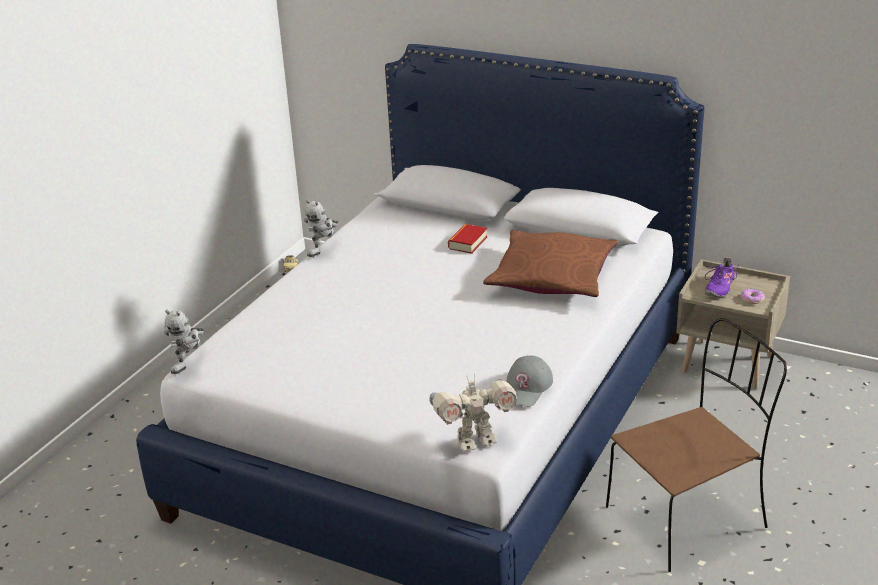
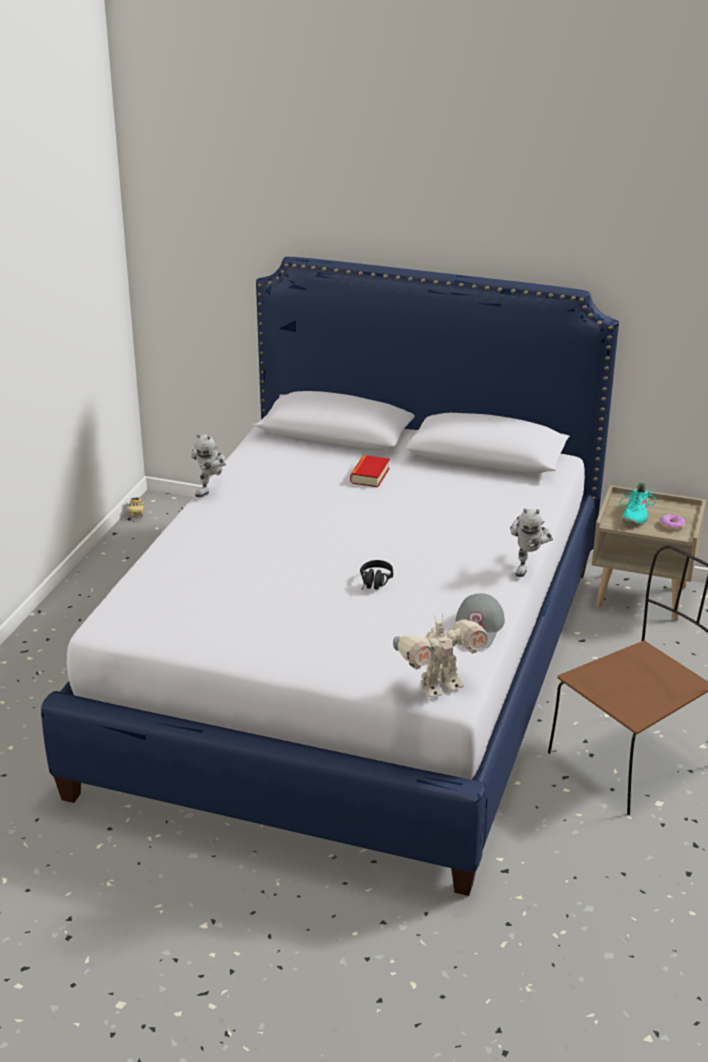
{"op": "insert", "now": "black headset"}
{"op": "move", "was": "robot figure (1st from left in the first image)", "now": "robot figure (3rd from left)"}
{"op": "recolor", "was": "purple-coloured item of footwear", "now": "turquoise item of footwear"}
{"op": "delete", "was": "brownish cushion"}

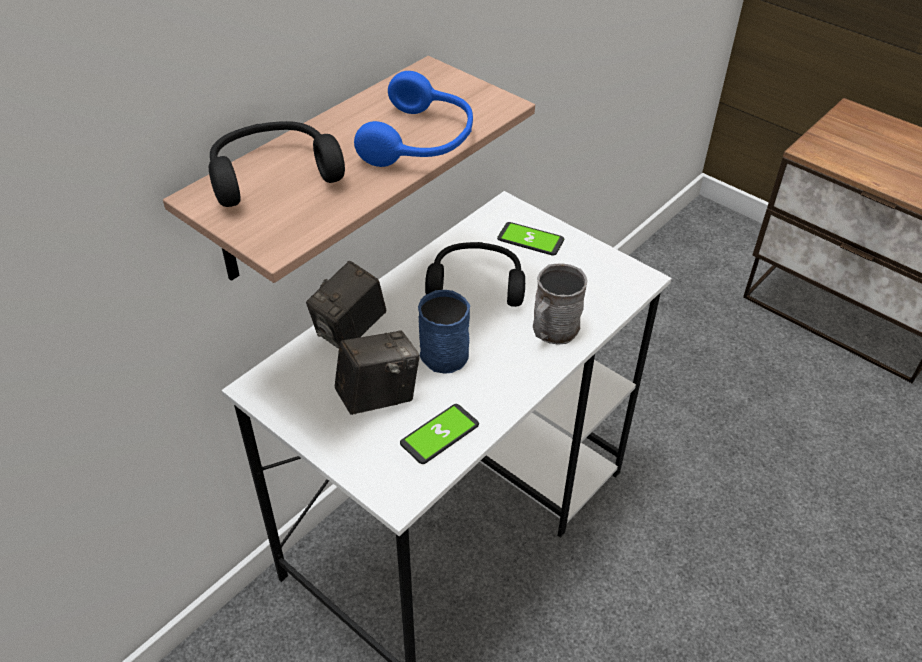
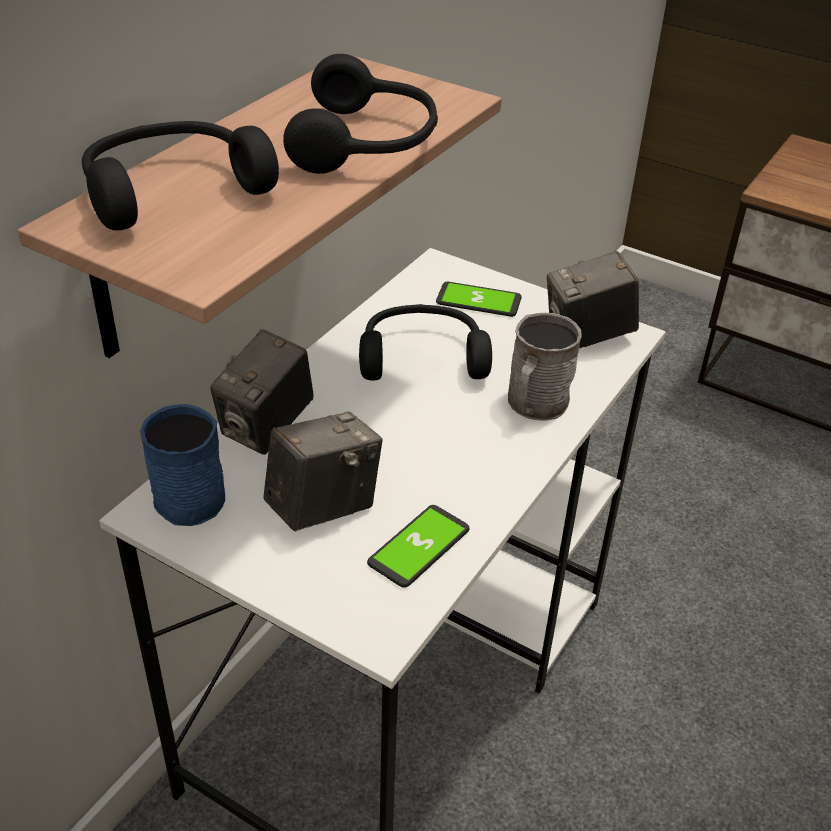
{"op": "move", "was": "blue-coloured coffee mug"}
{"op": "recolor", "was": "blue-coloured headset", "now": "black headset (2nd from left)"}
{"op": "insert", "now": "still camera (3rd from left)"}

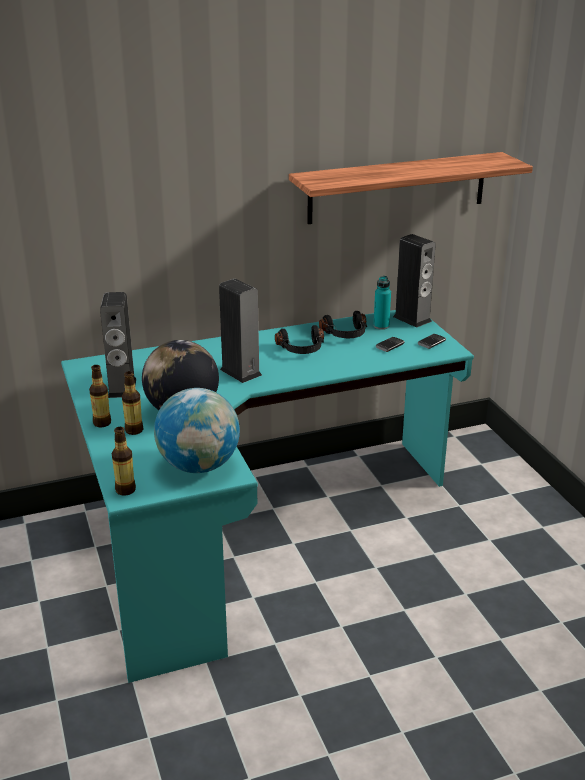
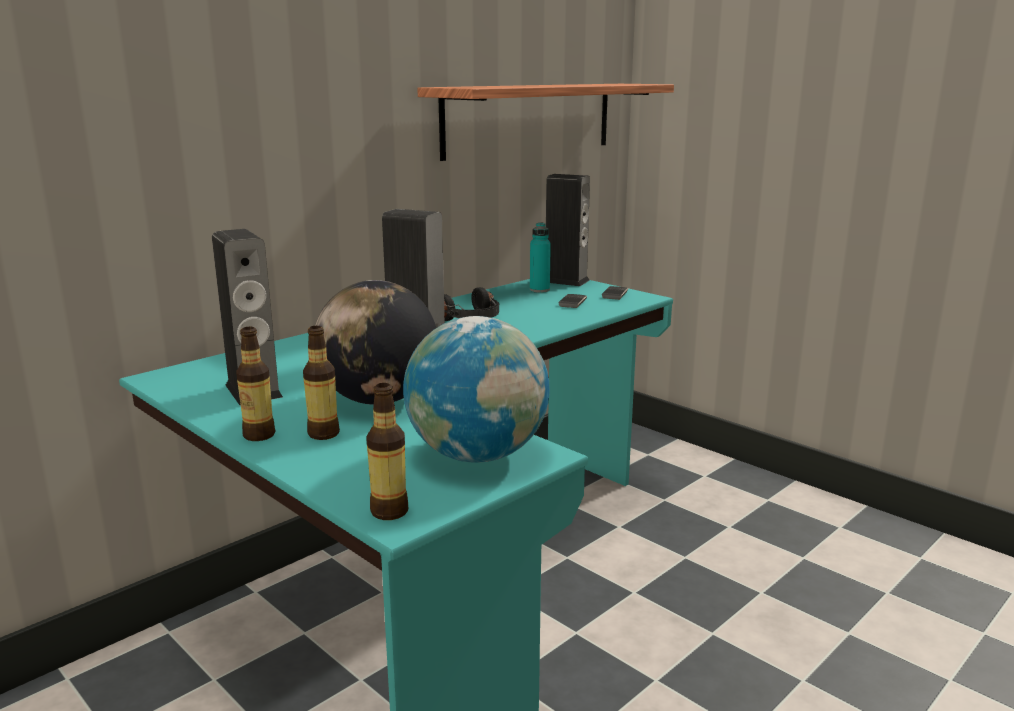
{"op": "delete", "was": "black headset (2nd from left)"}

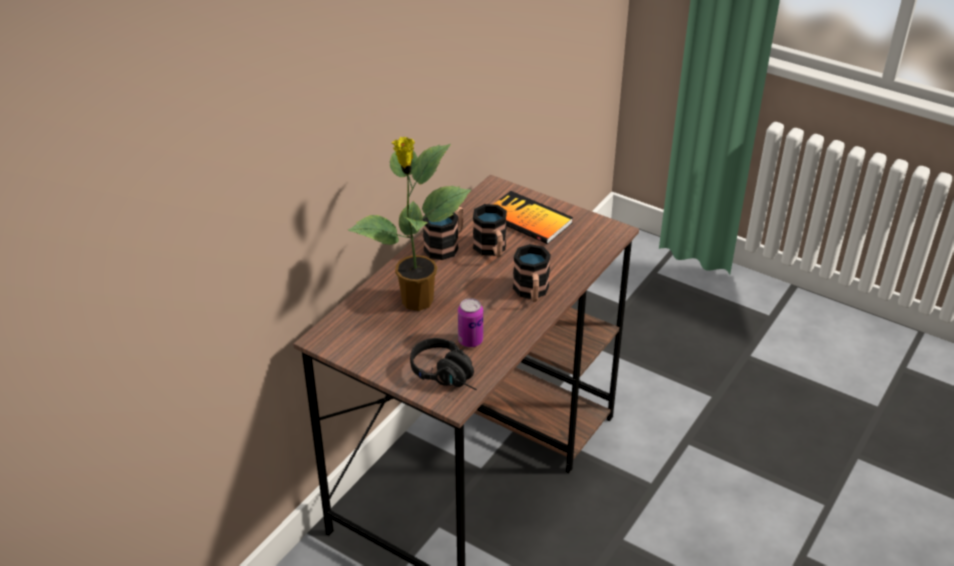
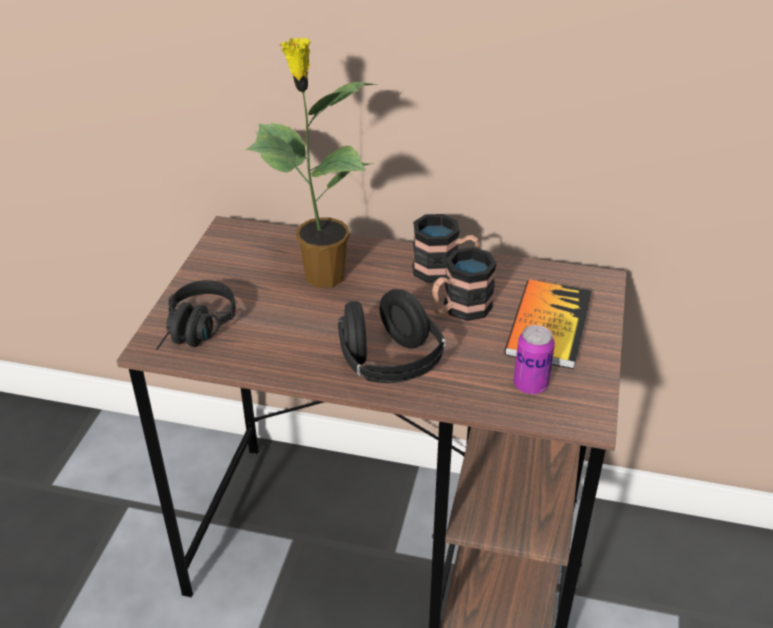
{"op": "replace", "was": "coffee mug (3rd from left)", "now": "black headset (2nd from left)"}
{"op": "move", "was": "can"}

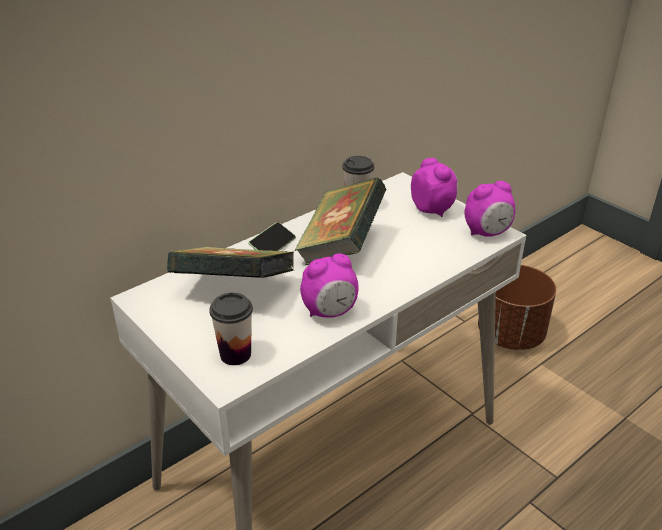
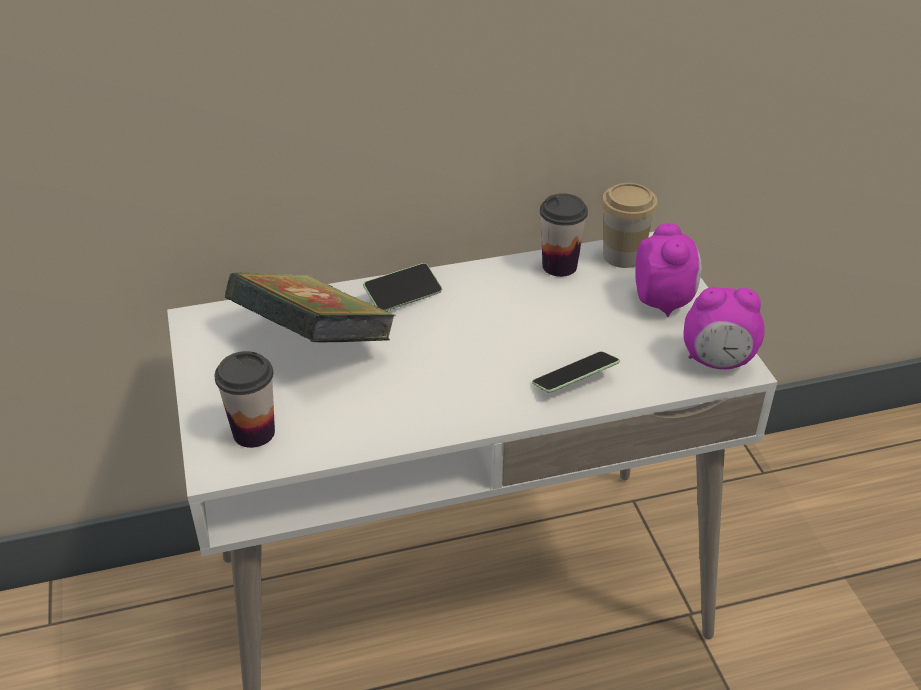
{"op": "insert", "now": "telephone (2nd from left)"}
{"op": "insert", "now": "small cup (3rd from left)"}
{"op": "delete", "was": "bound book (2nd from left)"}
{"op": "delete", "was": "alarm clock (1st from left)"}
{"op": "delete", "was": "brownish flower pot"}

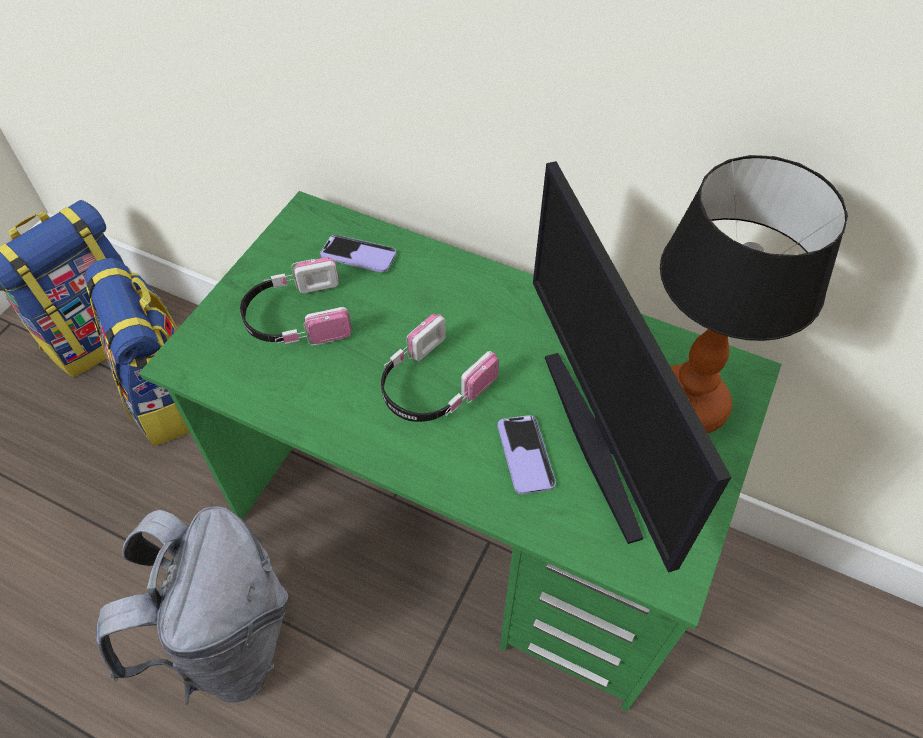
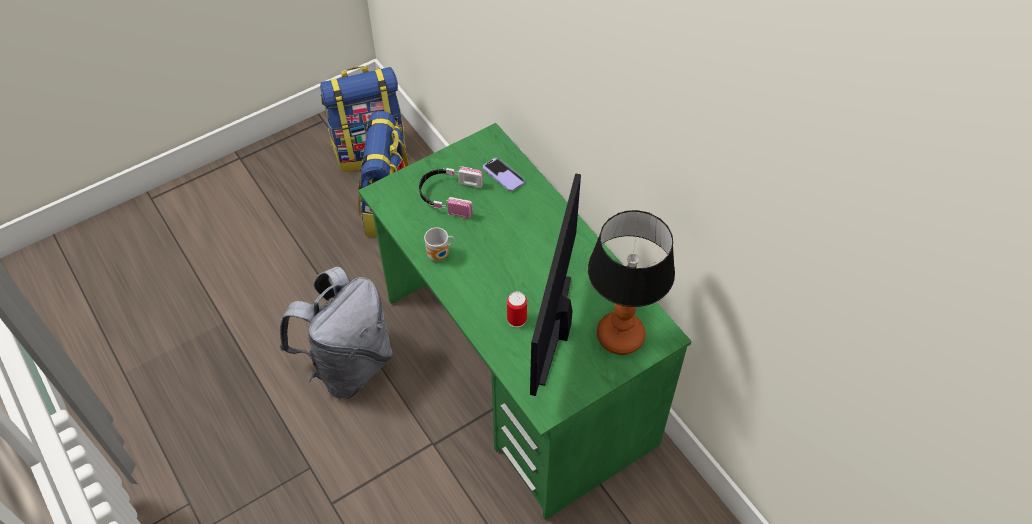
{"op": "insert", "now": "coffee mug"}
{"op": "replace", "was": "telephone (2nd from left)", "now": "can"}
{"op": "delete", "was": "headset (2nd from left)"}

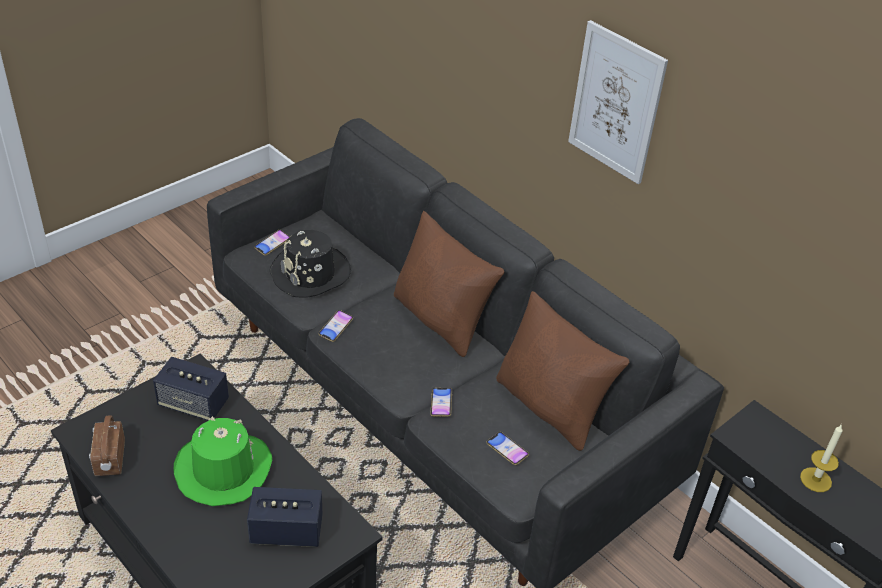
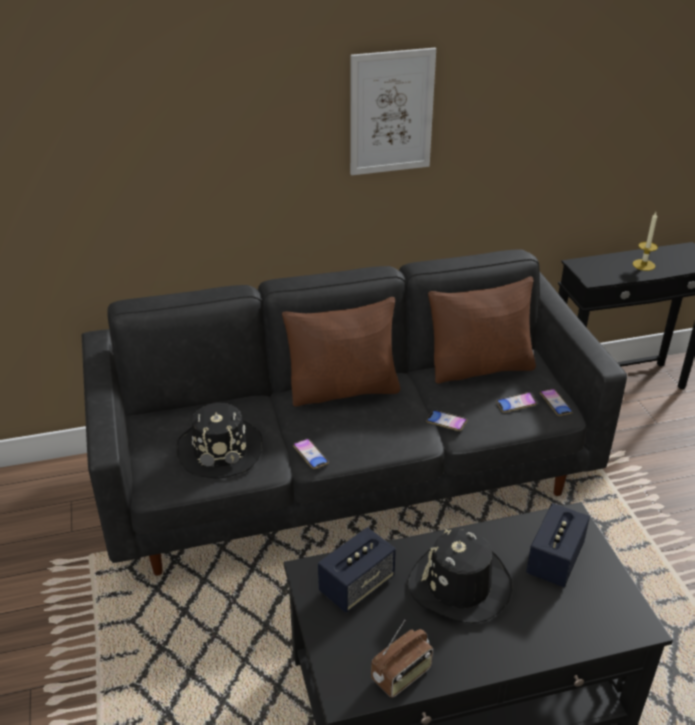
{"op": "rotate", "was": "radio", "clockwise": -60}
{"op": "recolor", "was": "greenish clothing hat", "now": "black clothing hat (2nd from left)"}
{"op": "move", "was": "telephone (1st from left in the first image)", "now": "telephone (4th from left)"}

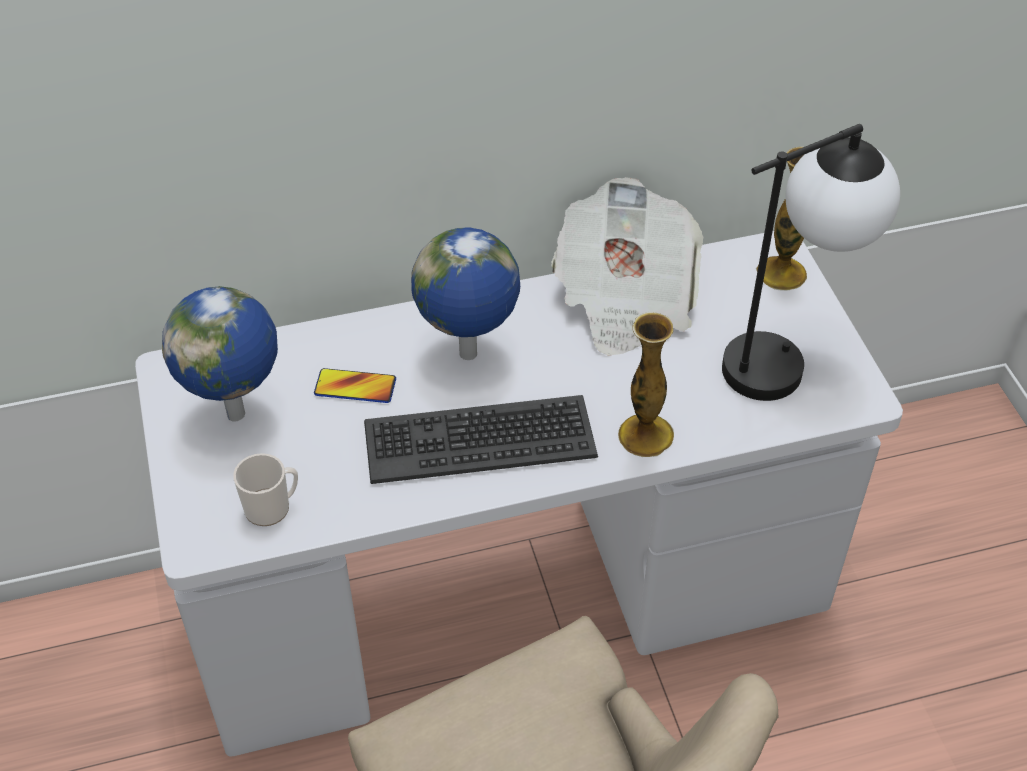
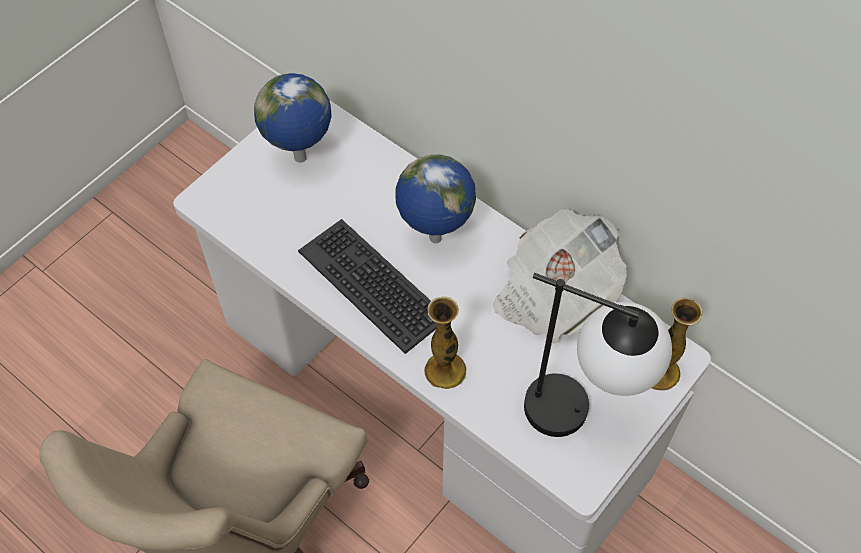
{"op": "delete", "was": "coffee mug"}
{"op": "delete", "was": "telephone"}

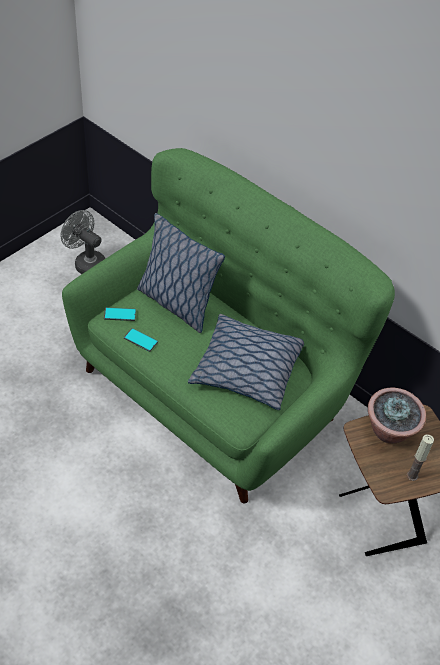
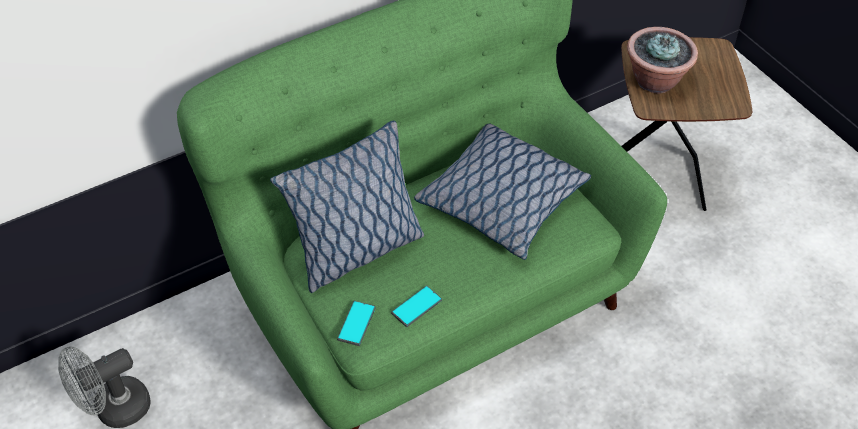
{"op": "delete", "was": "wax candle"}

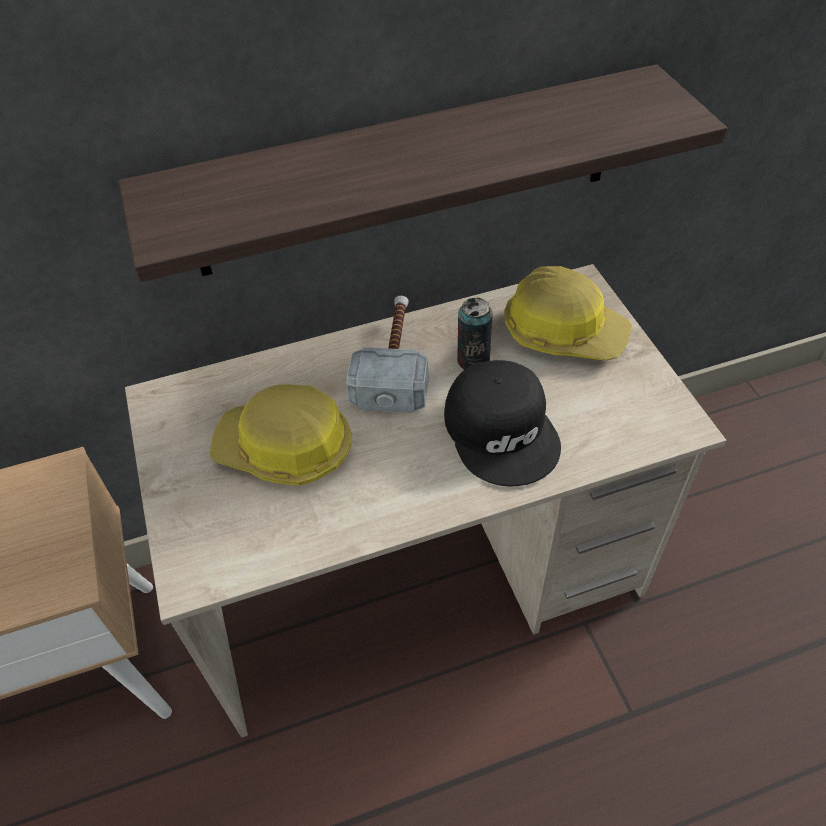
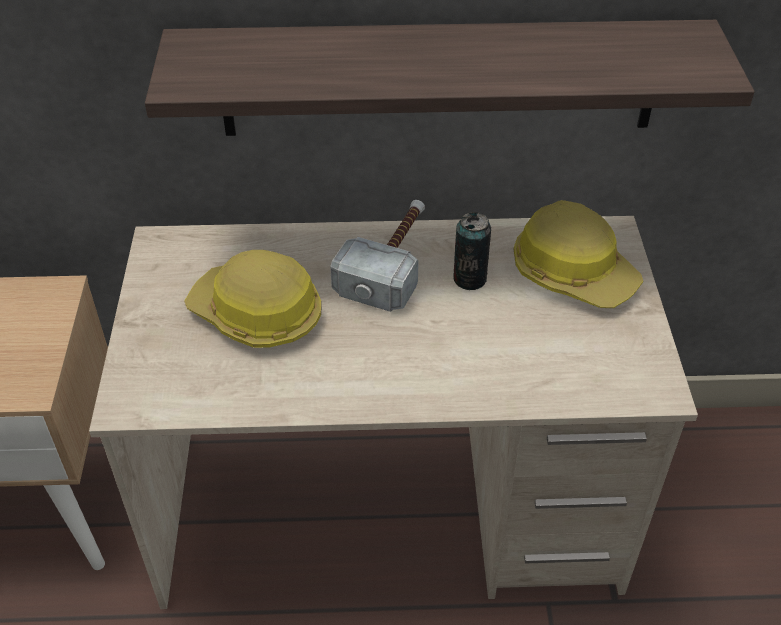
{"op": "delete", "was": "black cap"}

